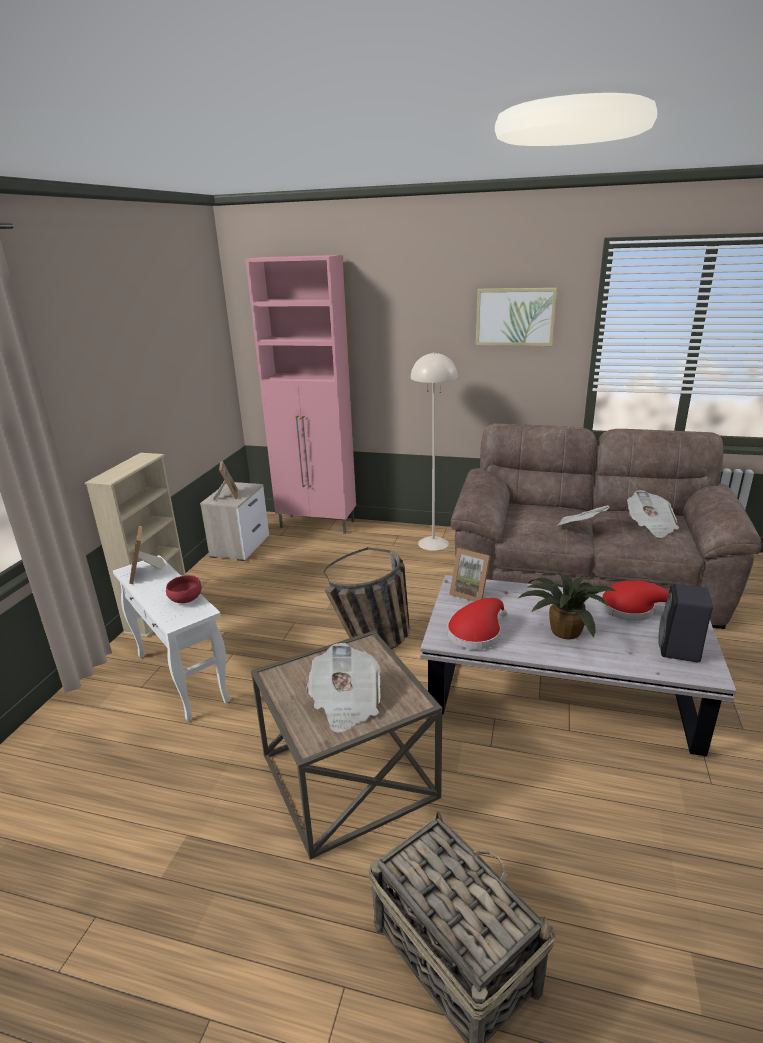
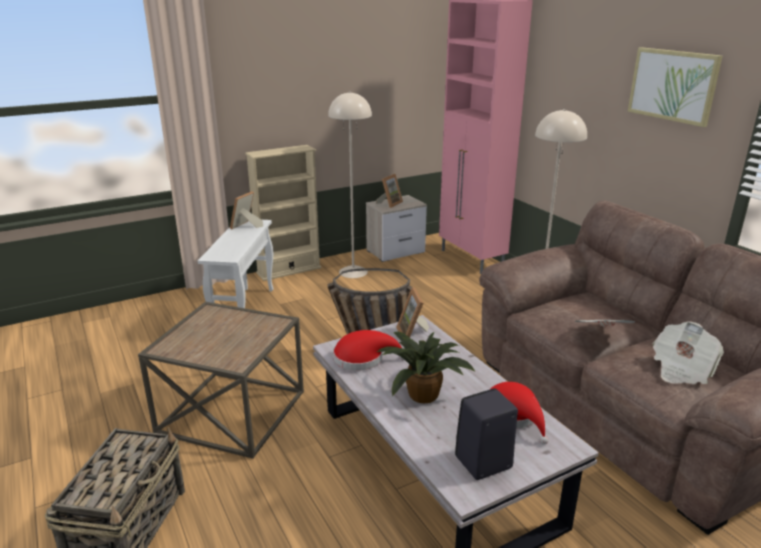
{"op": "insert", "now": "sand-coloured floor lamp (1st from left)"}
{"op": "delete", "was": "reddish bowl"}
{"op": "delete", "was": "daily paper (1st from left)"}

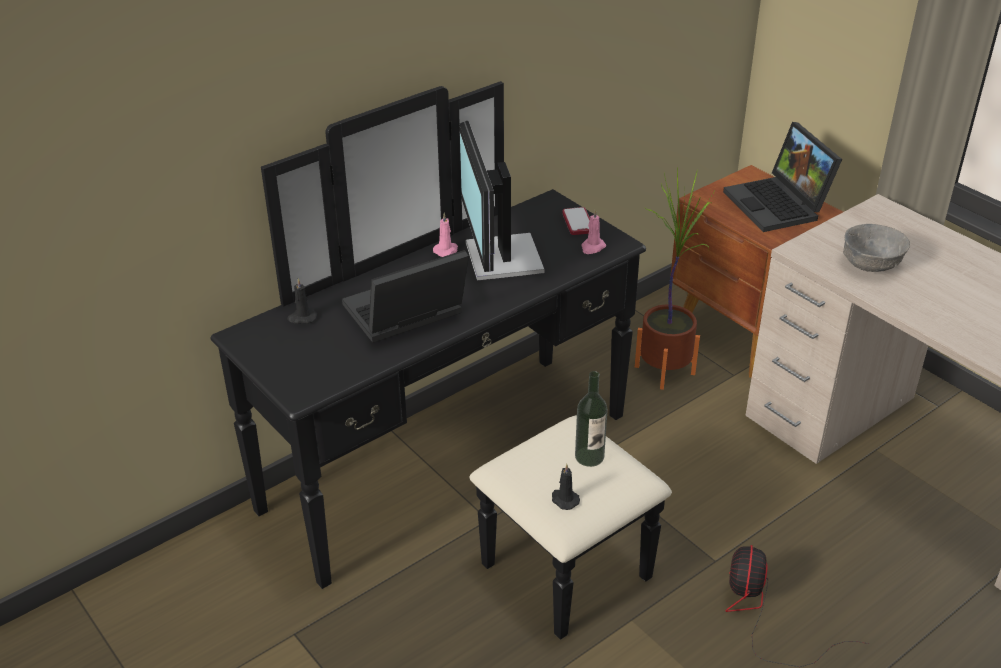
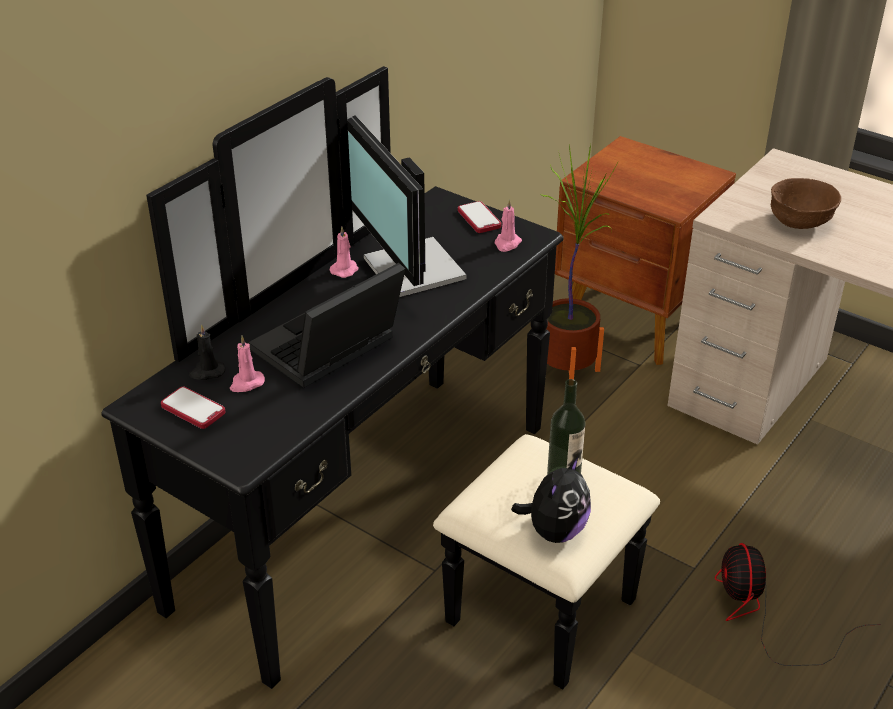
{"op": "insert", "now": "telephone (1st from left)"}
{"op": "insert", "now": "pink-coloured wax candle (1st from left)"}
{"op": "replace", "was": "black wax candle (2nd from left)", "now": "cuddly toy"}
{"op": "recolor", "was": "grey bowl", "now": "brownish bowl"}
{"op": "delete", "was": "notebook computer (2nd from left)"}

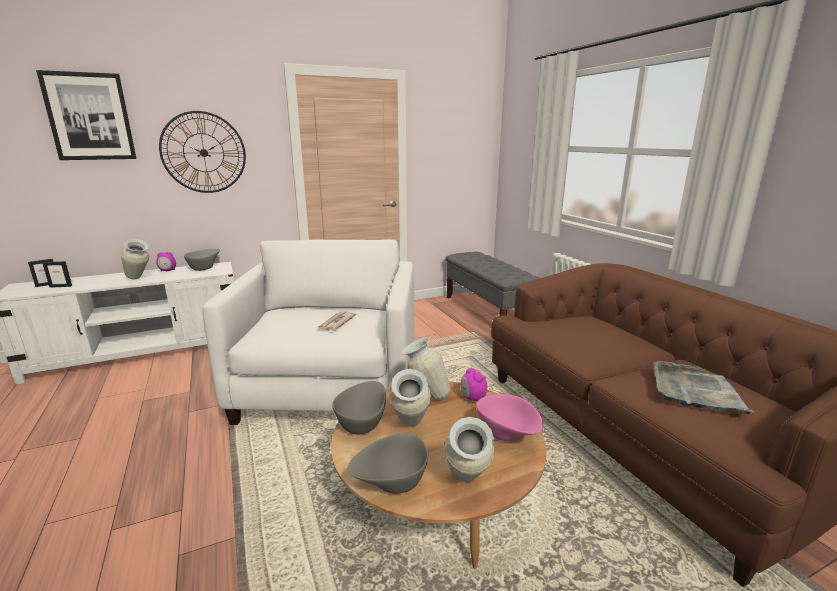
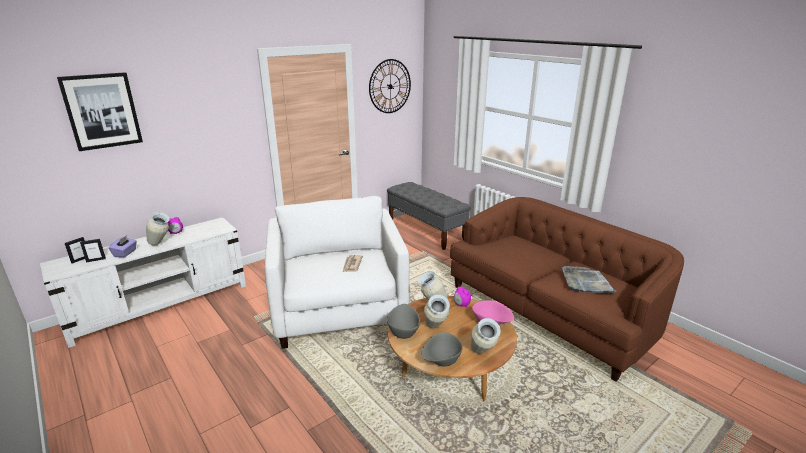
{"op": "insert", "now": "purple-coloured box of tissues"}
{"op": "move", "was": "clock on the wall"}
{"op": "delete", "was": "grey bowl (1st from left)"}

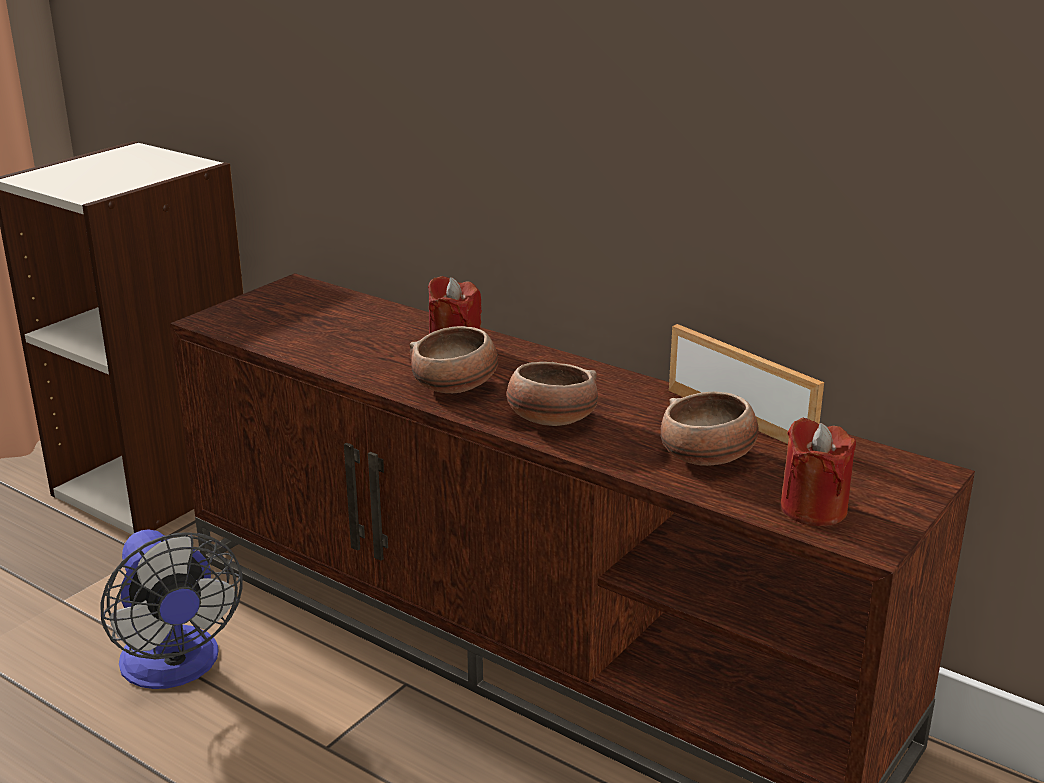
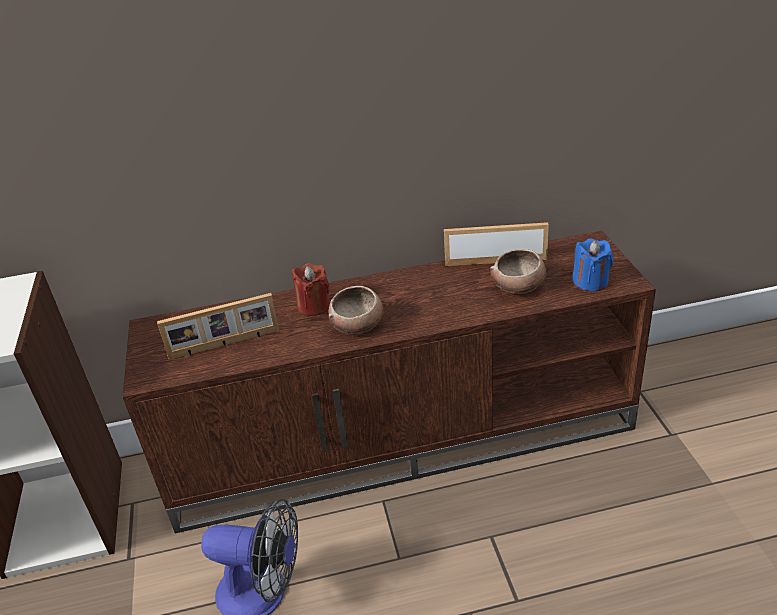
{"op": "insert", "now": "picture frame (1st from left)"}
{"op": "recolor", "was": "reddish wax candle (2nd from left)", "now": "blue-coloured wax candle"}
{"op": "delete", "was": "bowl (2nd from left)"}

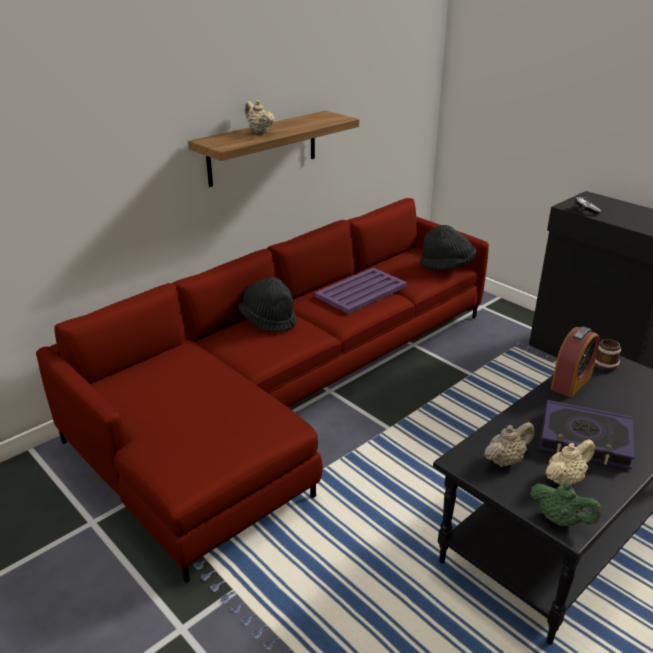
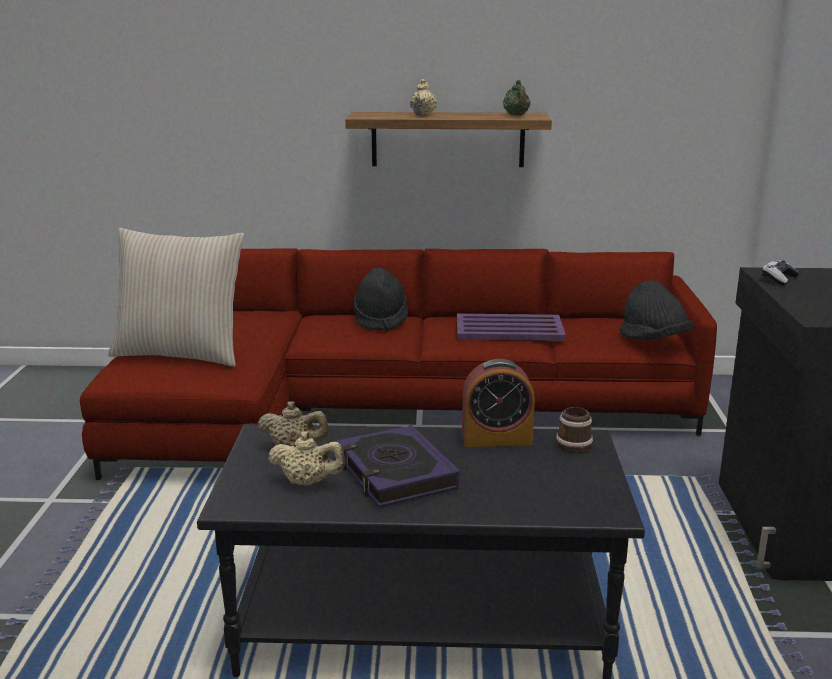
{"op": "insert", "now": "sand-coloured cushion"}
{"op": "move", "was": "greenish tea pot"}

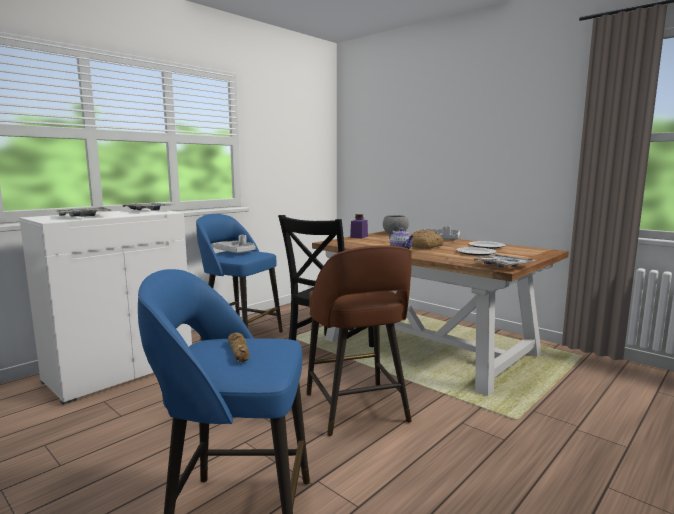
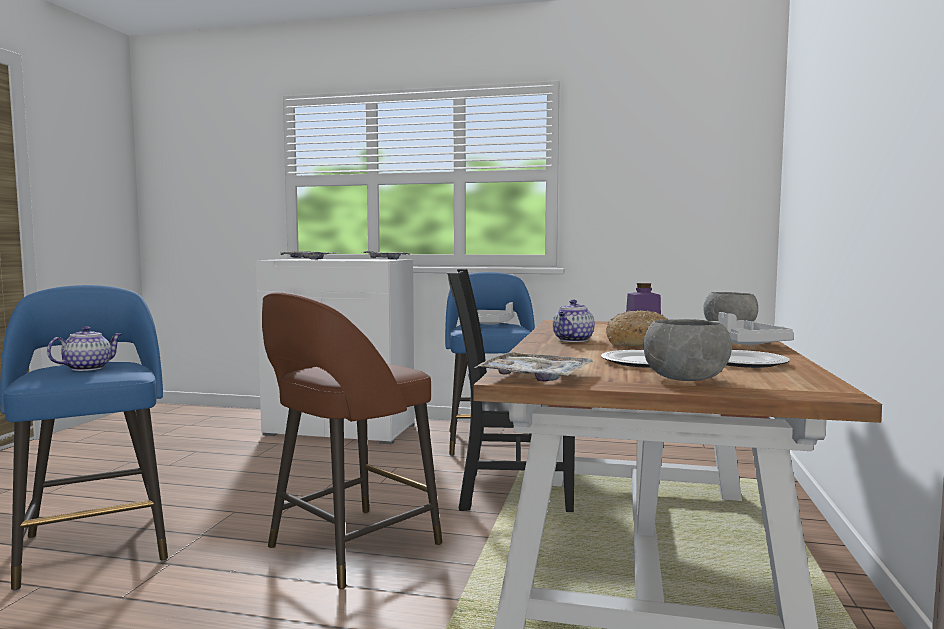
{"op": "replace", "was": "baked bread (1st from left)", "now": "tea pot (1st from left)"}
{"op": "insert", "now": "grey bowl (1st from left)"}

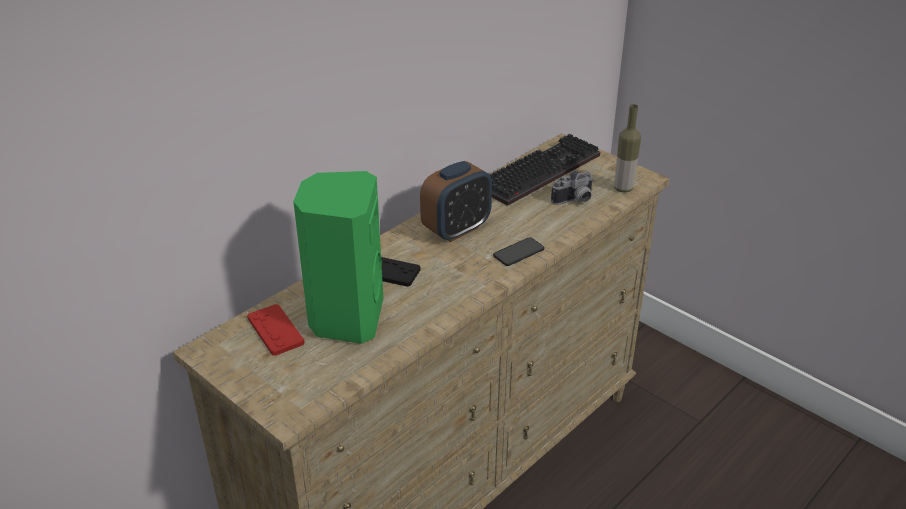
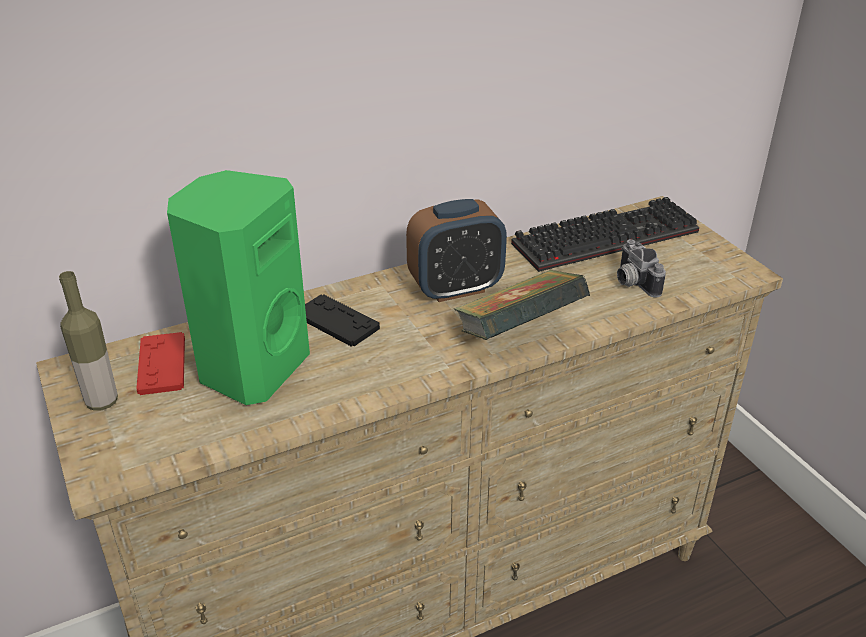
{"op": "move", "was": "beverage bottle"}
{"op": "replace", "was": "telephone", "now": "bound book"}
{"op": "rotate", "was": "still camera", "clockwise": 75}

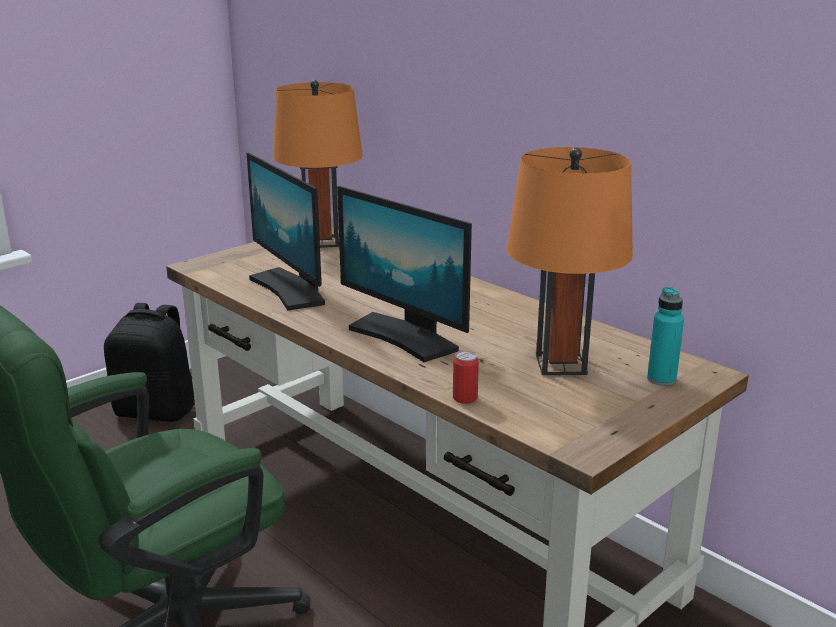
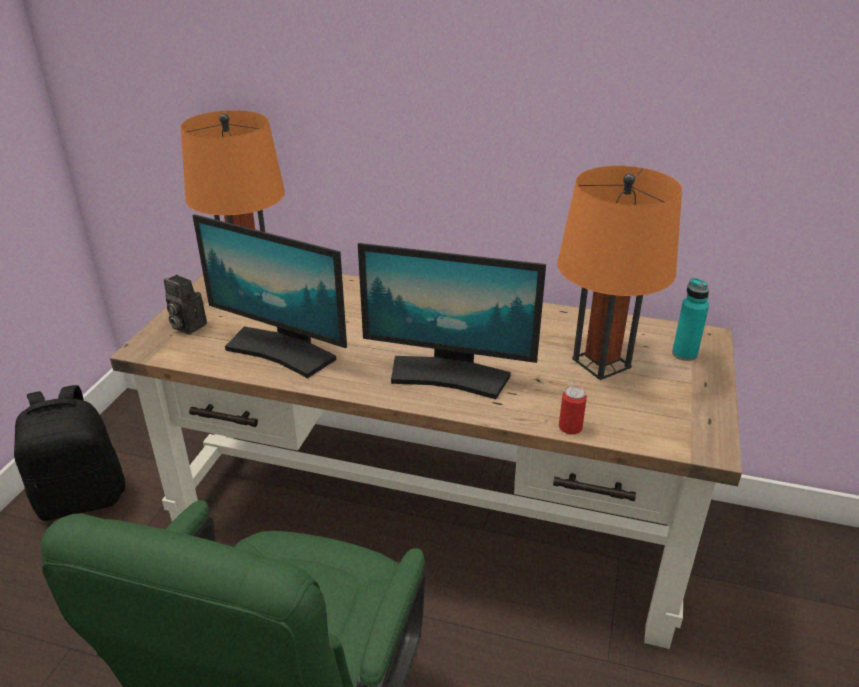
{"op": "insert", "now": "still camera"}

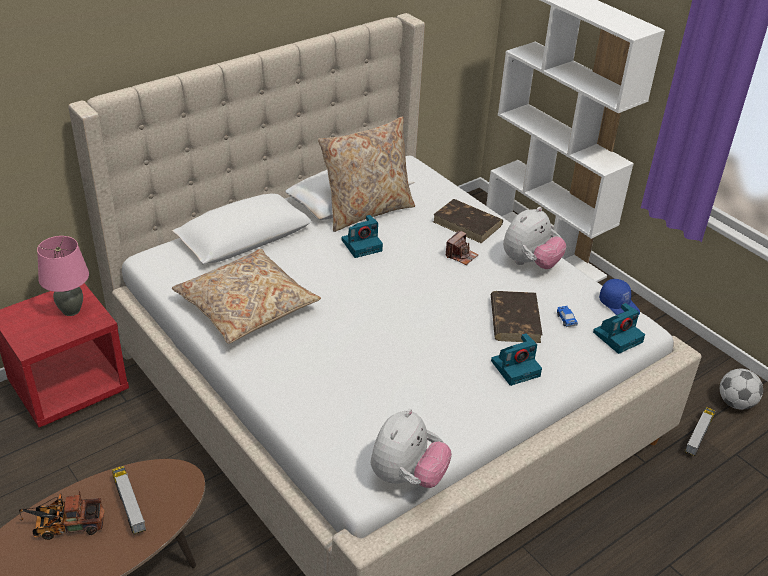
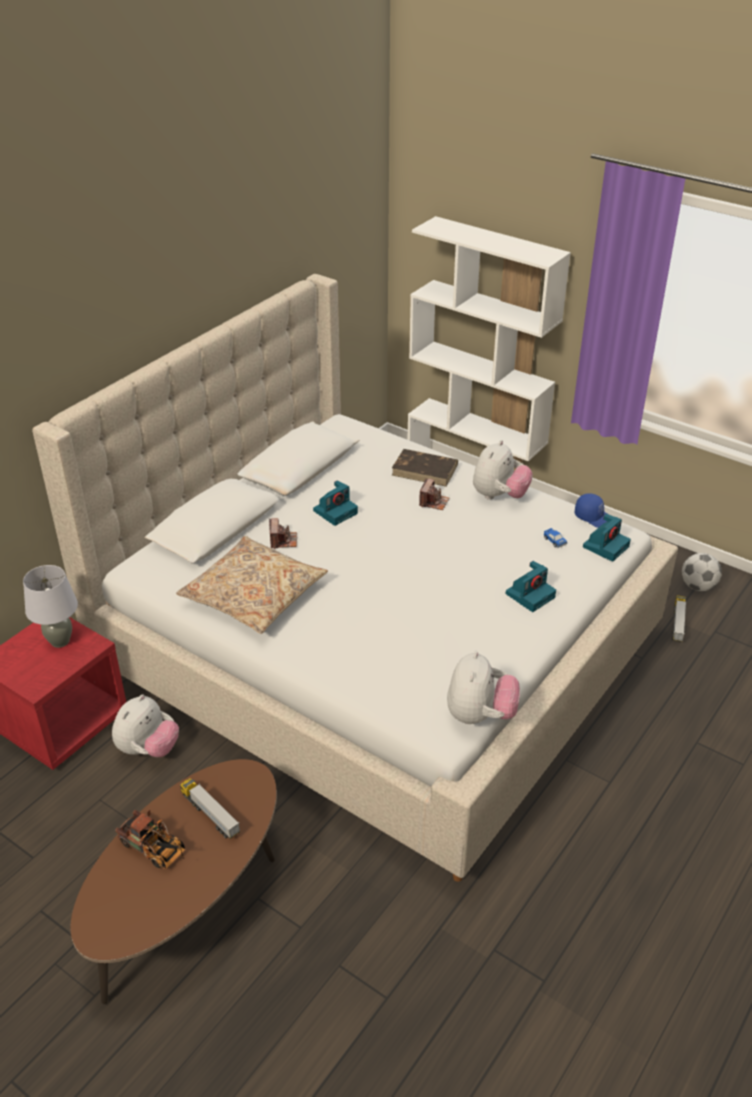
{"op": "recolor", "was": "pink-coloured table lamp", "now": "grey table lamp"}
{"op": "insert", "now": "cuddly toy (1st from left)"}
{"op": "rotate", "was": "model truck (1st from left)", "clockwise": -120}
{"op": "insert", "now": "still camera (1st from left)"}
{"op": "delete", "was": "sand-coloured cushion (2nd from left)"}
{"op": "delete", "was": "brownish bound book (2nd from left)"}

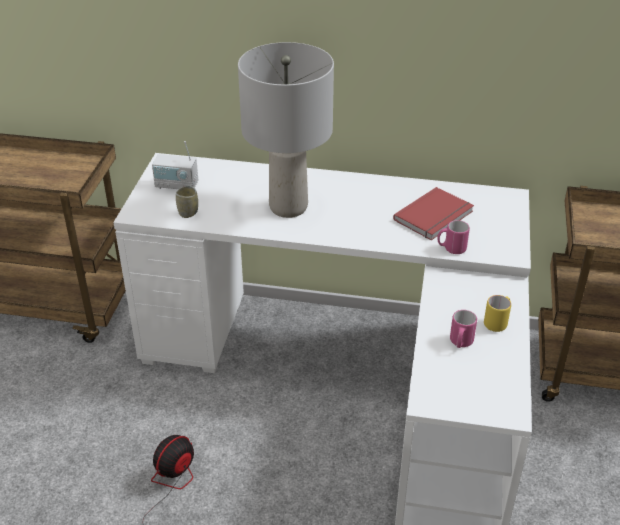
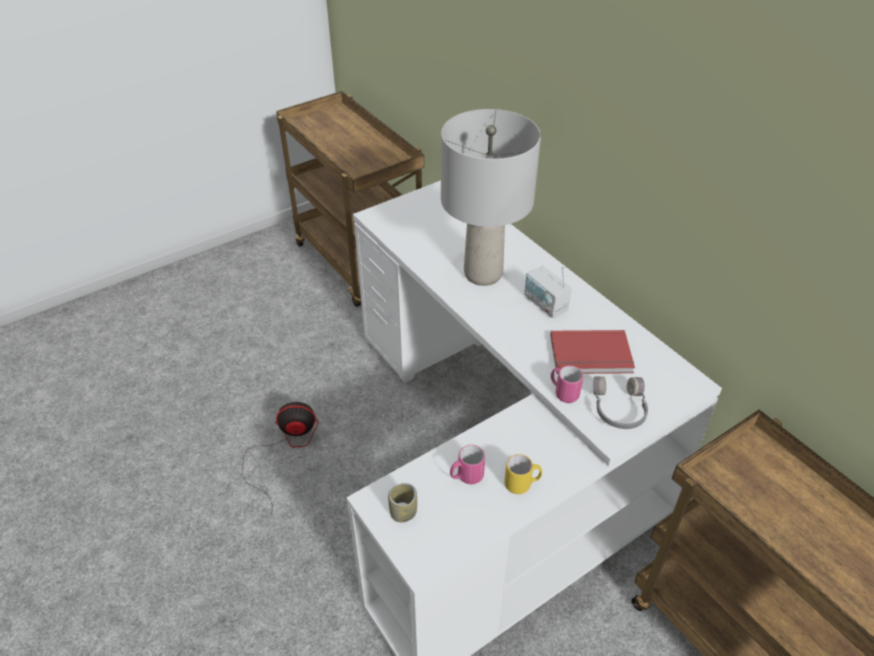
{"op": "move", "was": "small cup"}
{"op": "move", "was": "radio"}
{"op": "insert", "now": "grey headset"}

